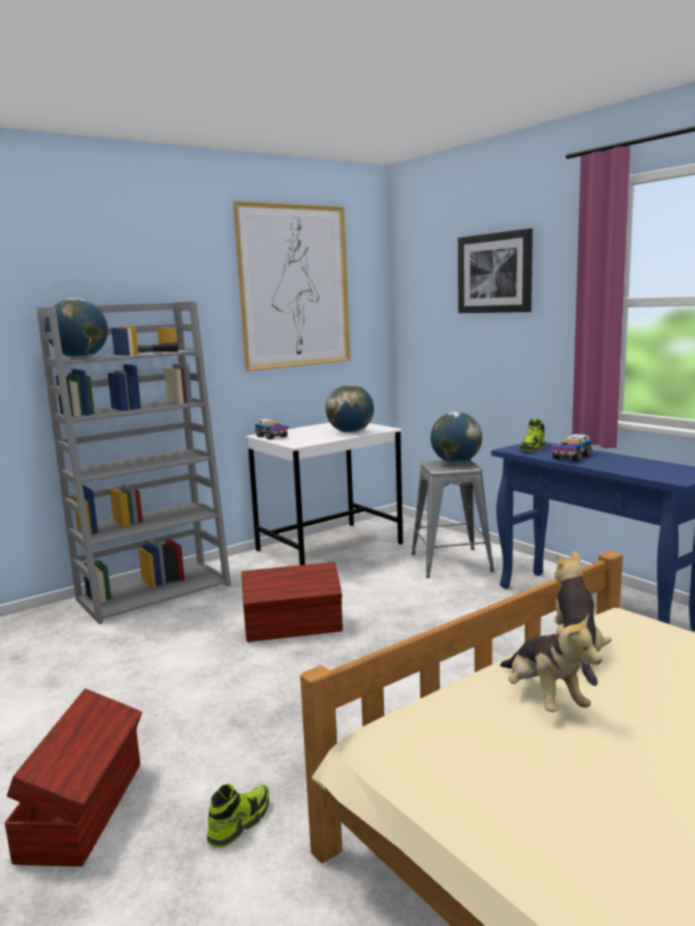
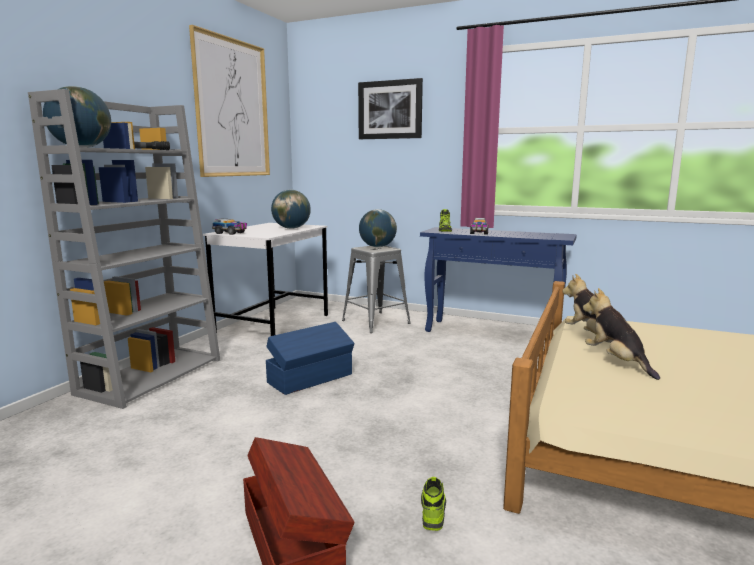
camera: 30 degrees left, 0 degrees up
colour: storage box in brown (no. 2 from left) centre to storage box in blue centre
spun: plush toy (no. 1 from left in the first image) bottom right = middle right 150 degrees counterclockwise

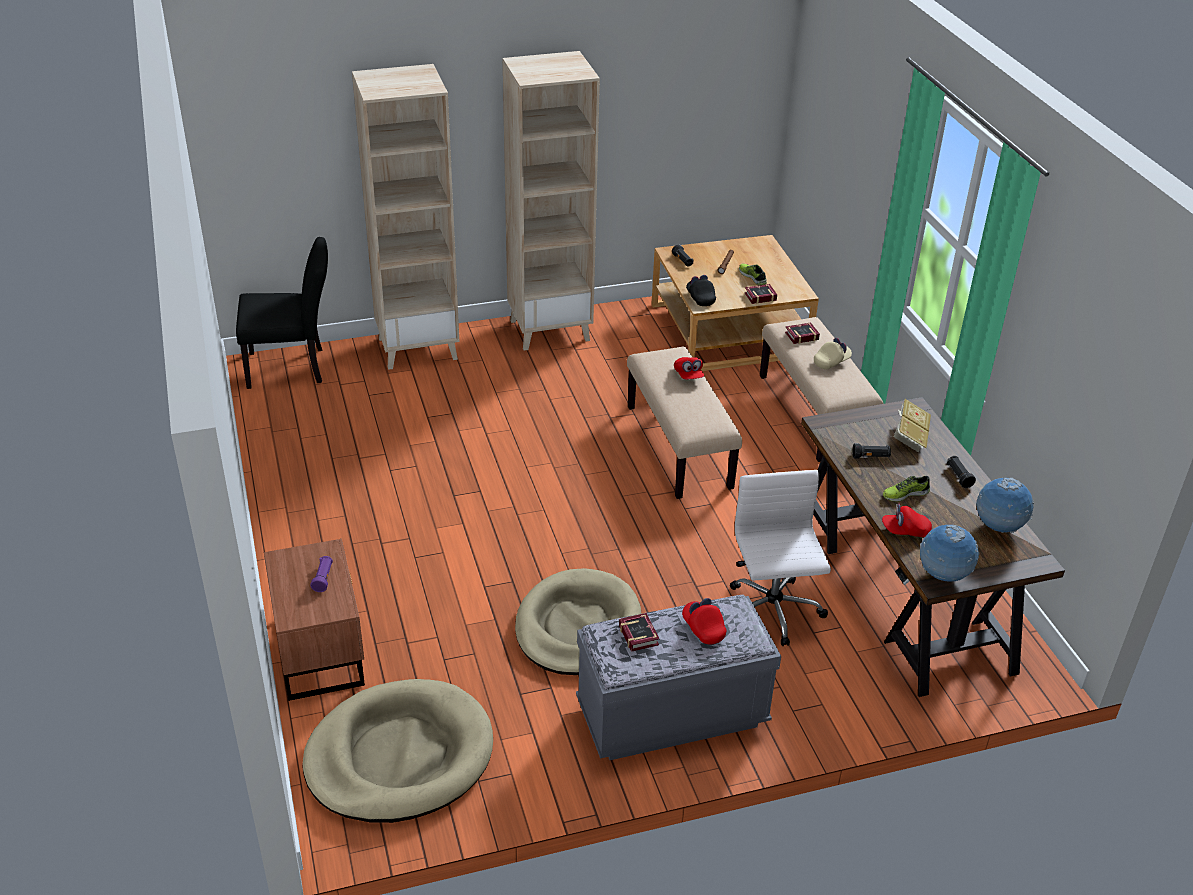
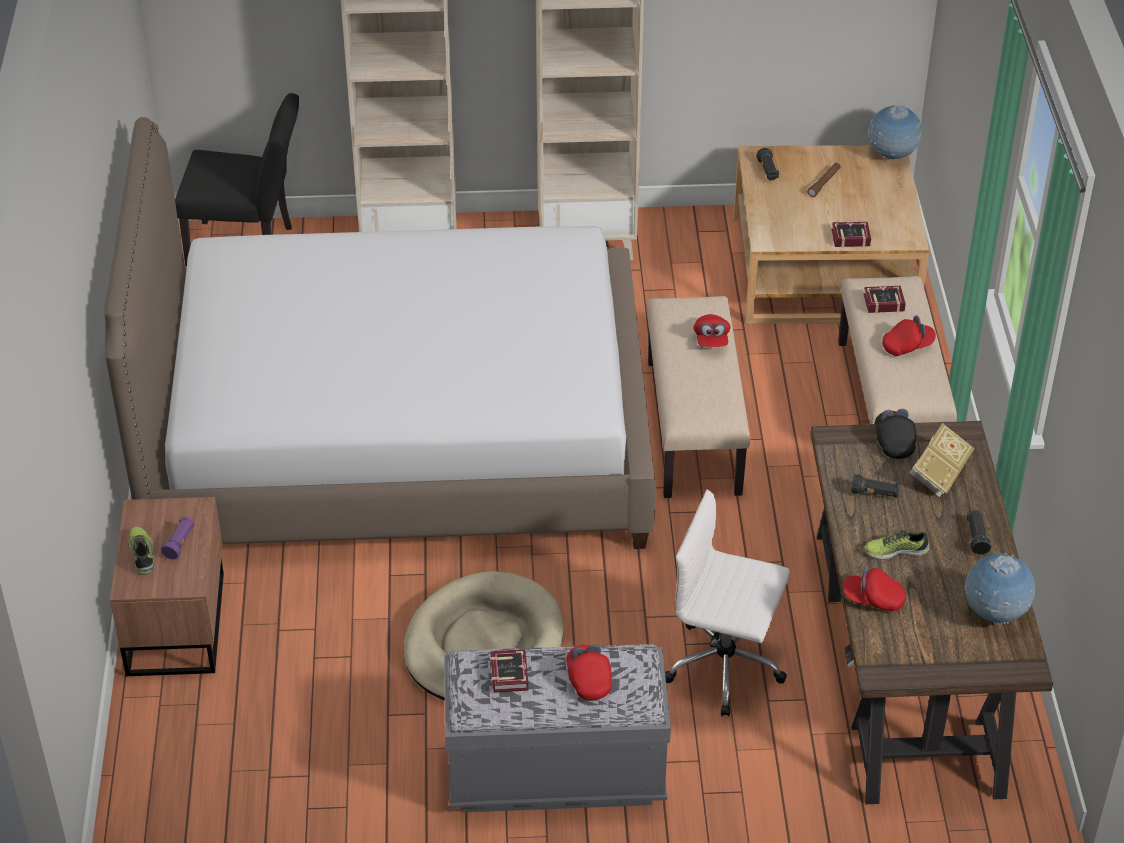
camera: 15 degrees right, 5 degrees up
missing: dog bed in beige (no. 1 from left) bottom centre
appeared: bed centre
relocated: shoe (no. 1 from left) top centre to middle left; globe (no. 1 from left) middle right to top right; cap in black top centre to middle right
colour: cap in beige middle right to cap in red (no. 4 from left) middle right
spun: office chair in white centre = bottom centre 75 degrees counterclockwise

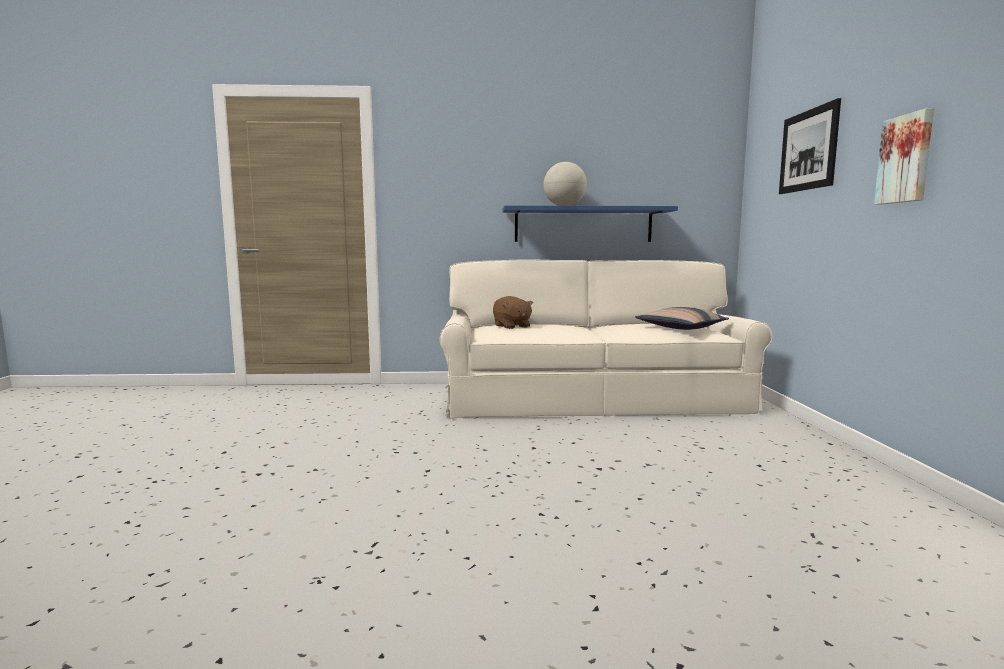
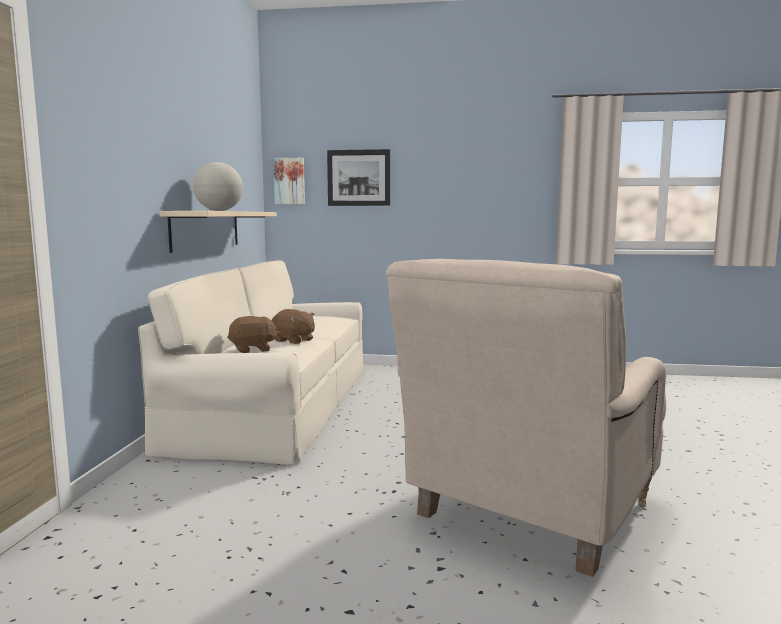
camera: 80 degrees left, 0 degrees up
missing: pillow middle right
appeared: plush toy in brown (no. 2 from left) centre; armchair in beige bottom right
relocated: picture (no. 2 from left in the first image) top right to picture (no. 1 from left) top centre
colour: shelf in blue centre to shelf in beige middle left

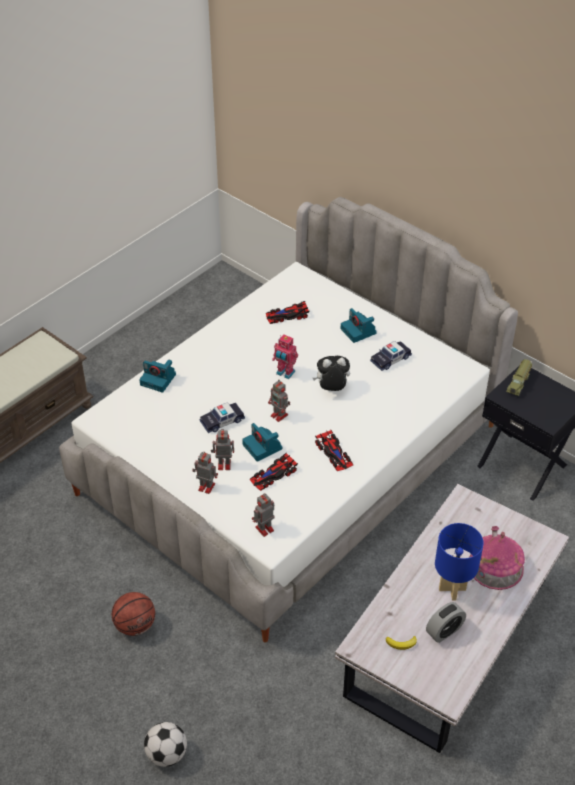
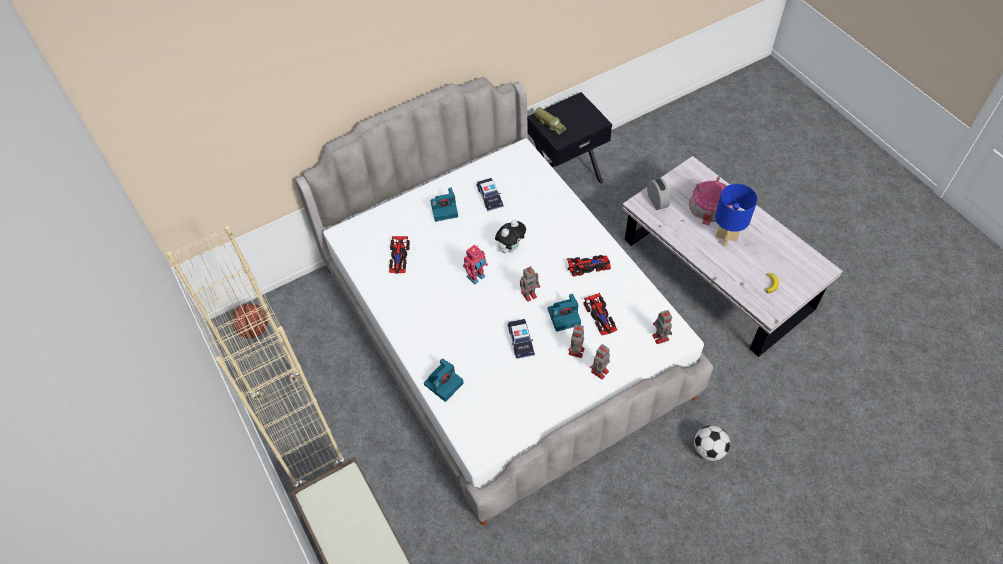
camera: 70 degrees left, 10 degrees up
appeared: bookcase in beige middle left
relocated: basketball bottom left to middle left; alarm clock bottom right to centre; football bottom left to bottom right
spun: plush toy centre = centre 150 degrees counterclockwise

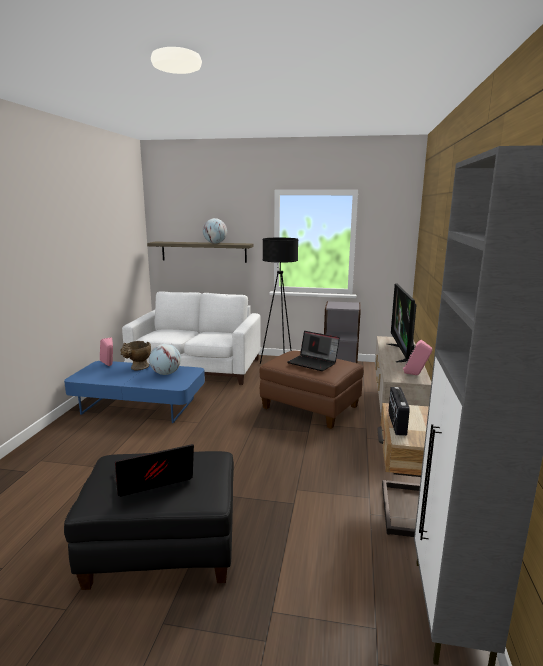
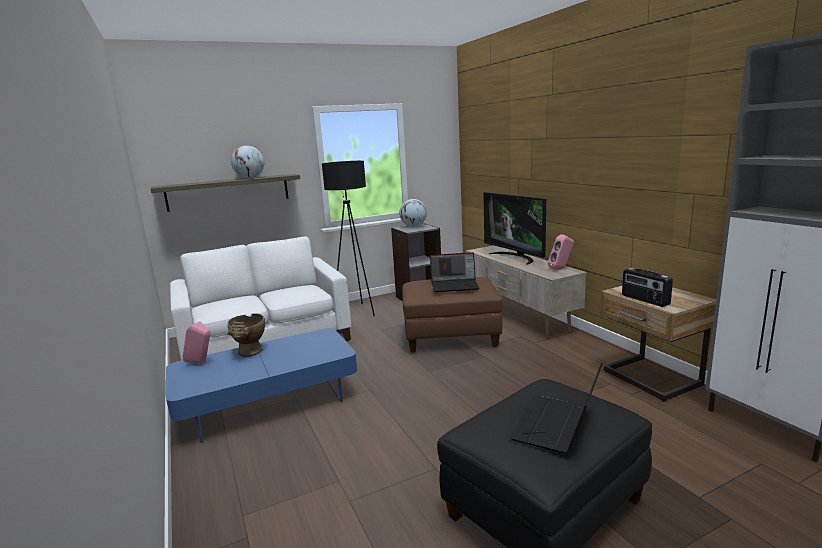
camera: 35 degrees left, 0 degrees up
relocated: globe (no. 1 from left in the first image) middle left to globe (no. 2 from left) centre

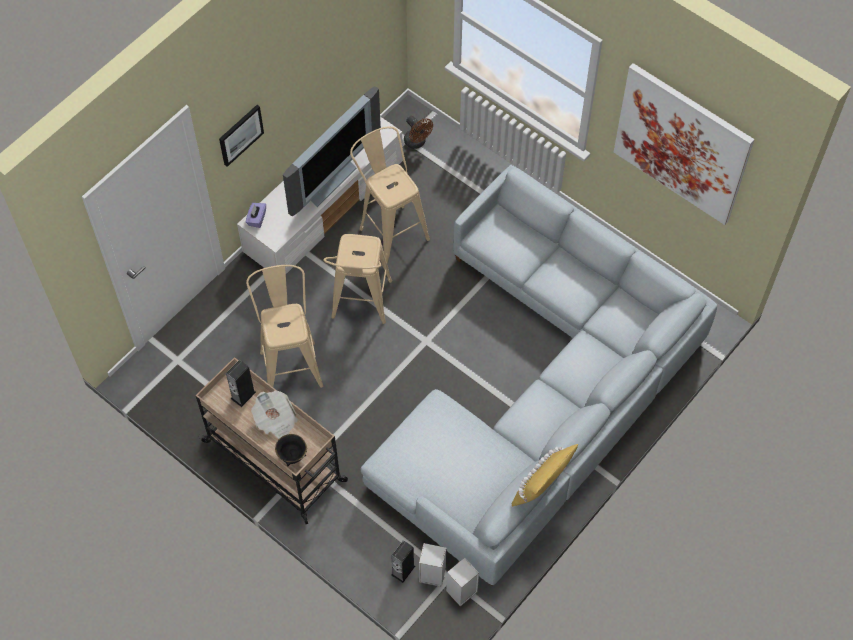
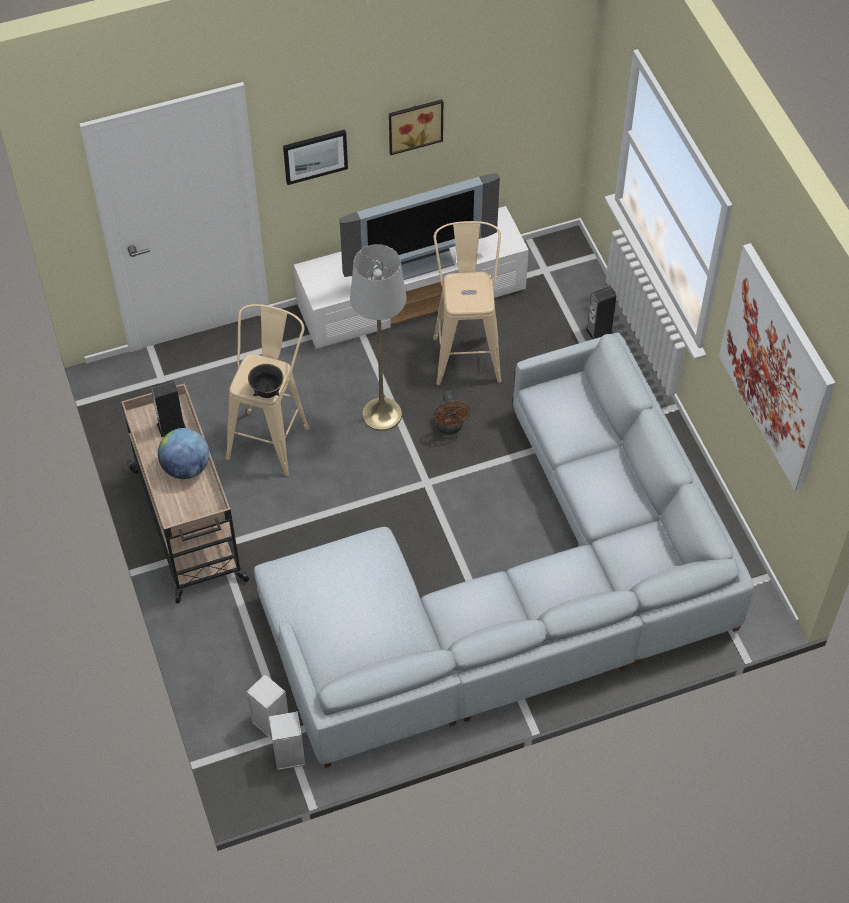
camera: 30 degrees right, 5 degrees down
missing: tissue box in purple middle left; pillow in yellow bottom centre
appeared: picture (no. 2 from left) top centre
relocated: bowl in black bottom centre to middle left; fan in brown top centre to centre; speaker (no. 2 from left in the first image) bottom centre to speaker (no. 4 from left) middle right
exchanged: newspaper middle left to globe middle left; stool in beige (no. 2 from left) centre to floor lamp in grey centre

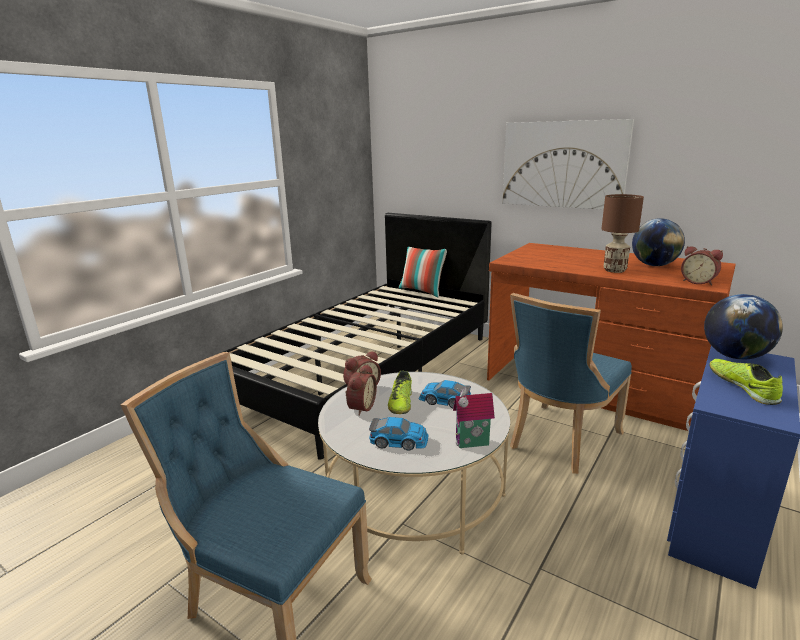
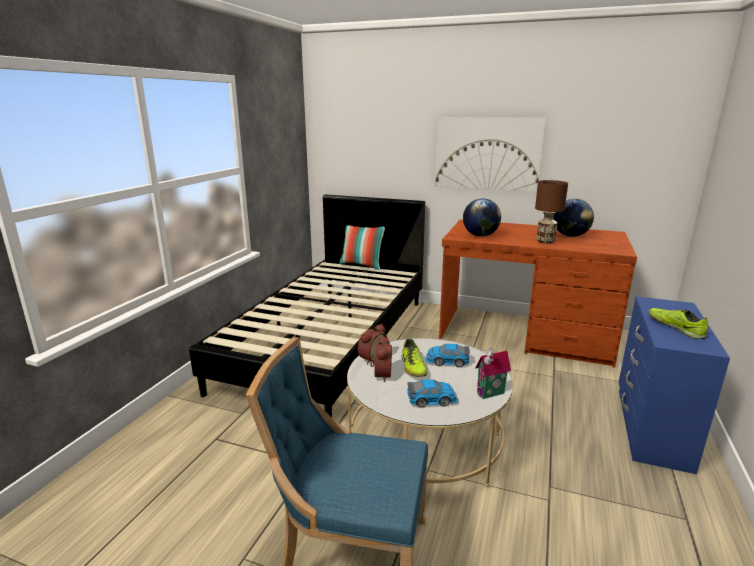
camera: 15 degrees left, 0 degrees up
missing: chair in blue (no. 2 from left) middle right; alarm clock (no. 3 from left) middle right
relocated: globe (no. 2 from left in the first image) middle right to globe (no. 1 from left) centre

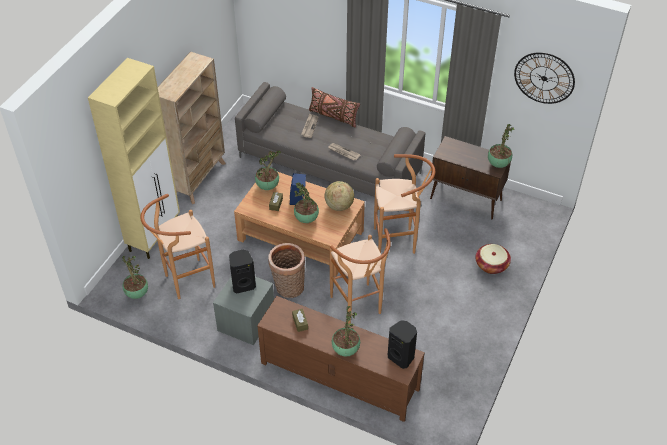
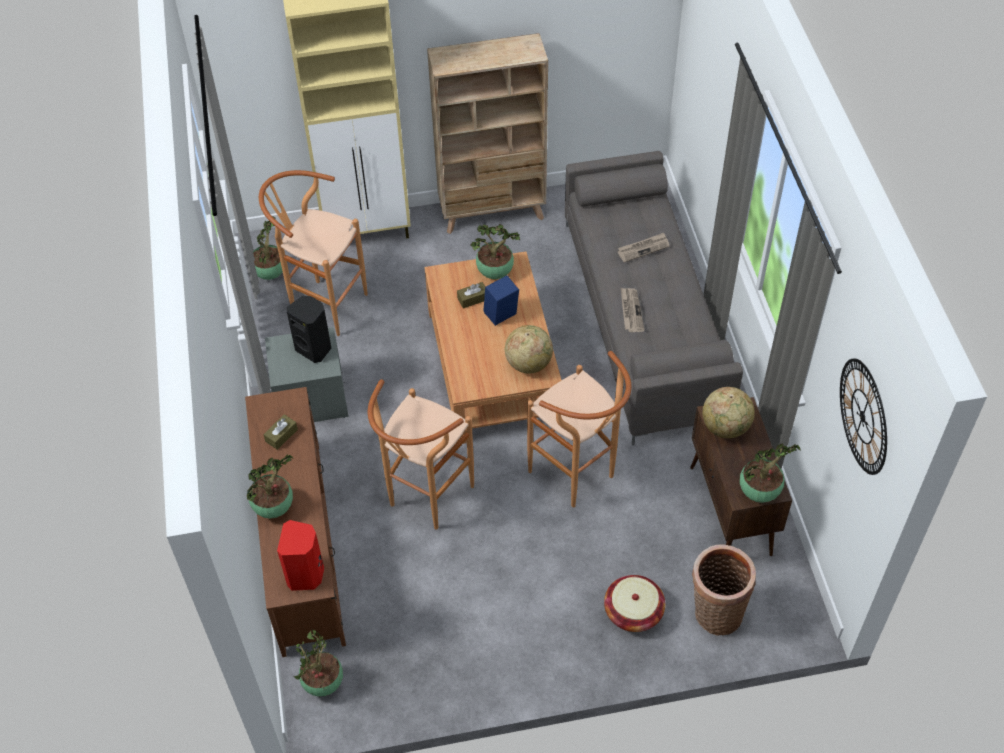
camera: 55 degrees right, 5 degrees up
missing: pillow in brown top centre
appeared: globe (no. 2 from left) middle right
relocated: potted plant (no. 3 from left) centre to bottom left; basket (no. 1 from left in the first image) centre to basket (no. 2 from left) bottom right
colour: speaker in black (no. 2 from left) bottom centre to speaker in red bottom left

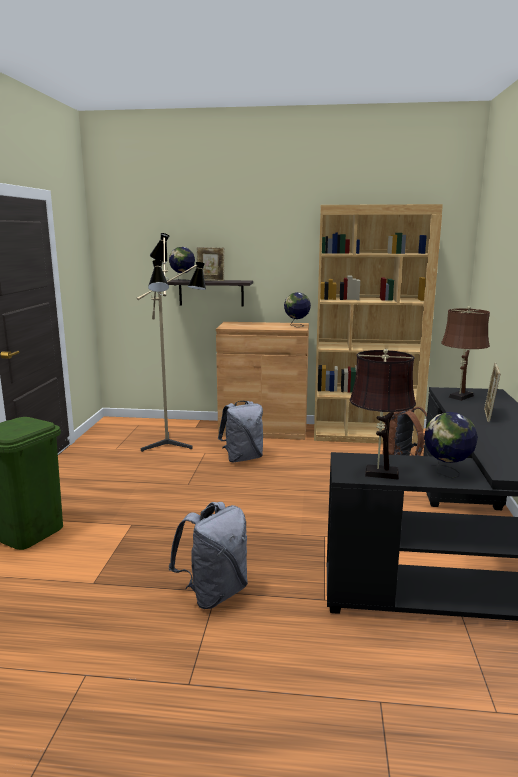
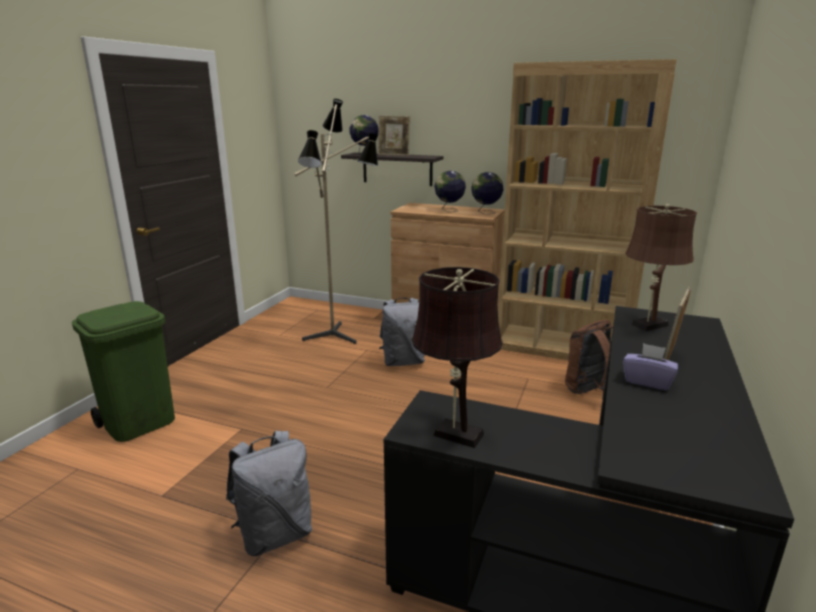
camera: 15 degrees right, 5 degrees up
appeared: tissue box in purple middle right
relocated: globe (no. 3 from left in the first image) middle right to globe (no. 2 from left) top centre

